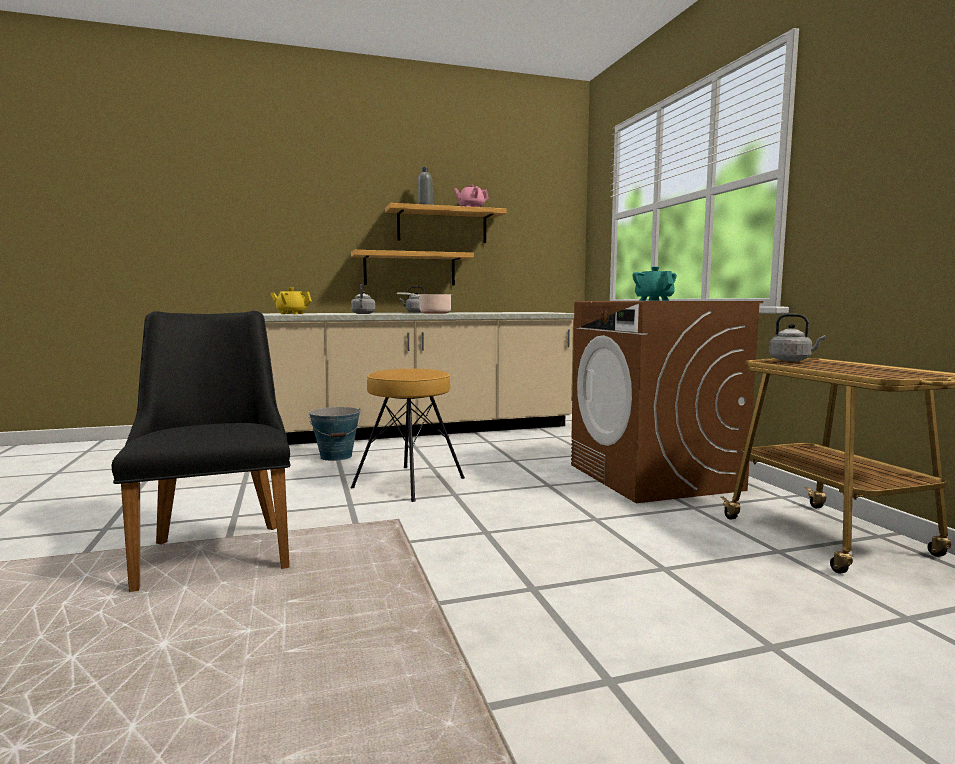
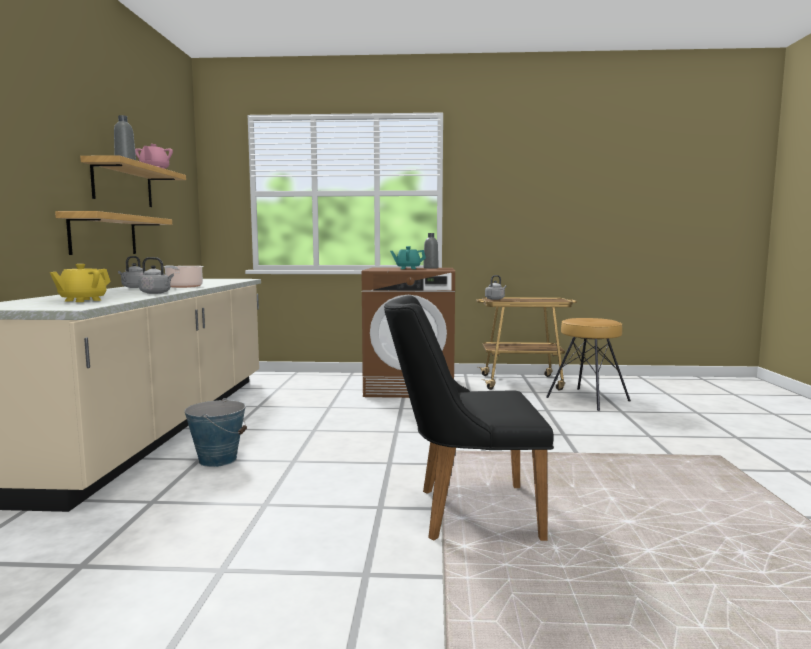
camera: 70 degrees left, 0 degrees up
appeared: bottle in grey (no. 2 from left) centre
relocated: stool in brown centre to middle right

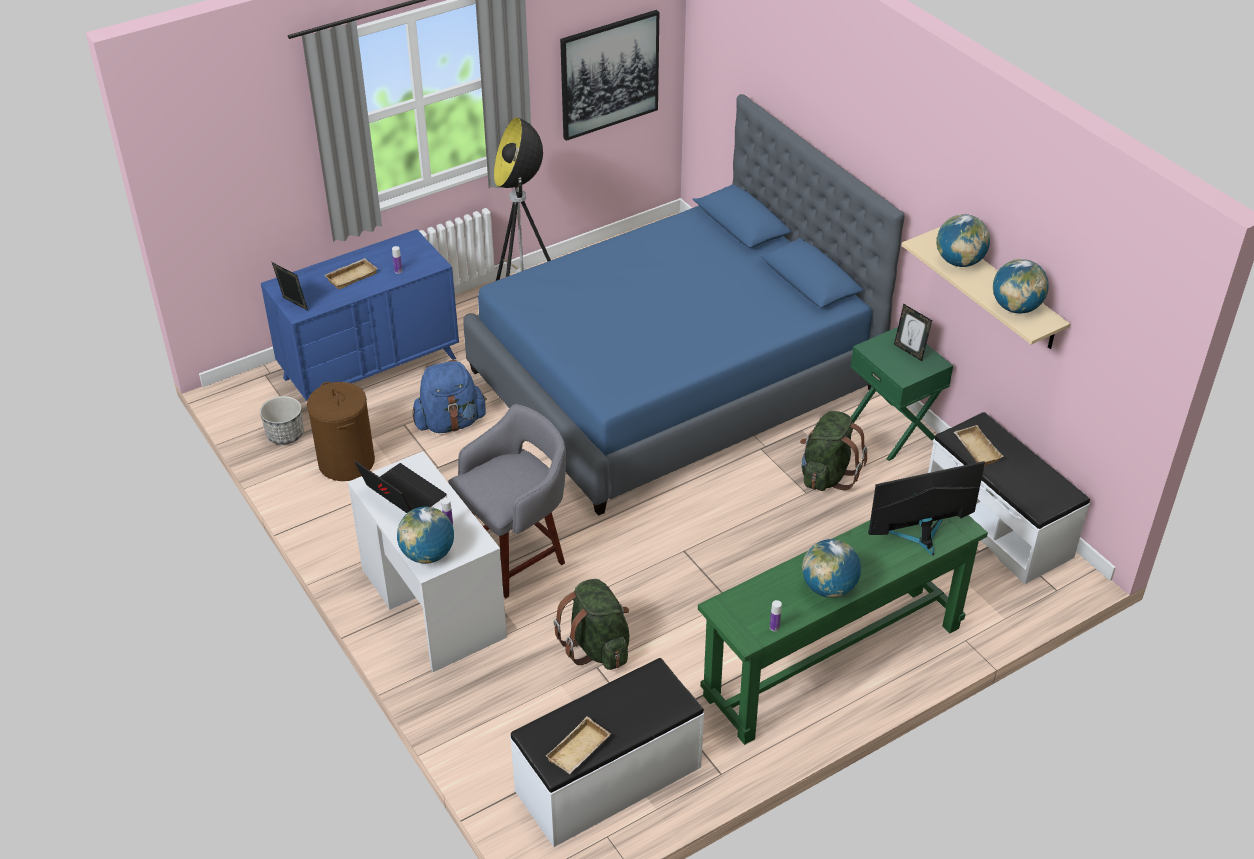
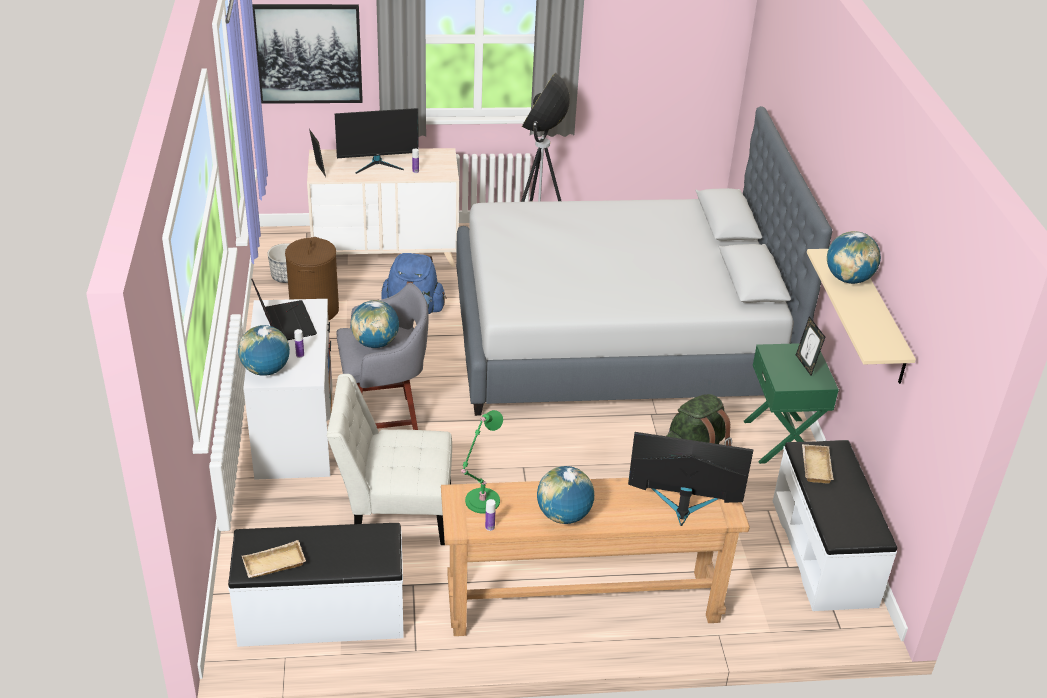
camera: 25 degrees right, 5 degrees down
appeared: table lamp in green centre
relocated: picture top centre to top left; globe (no. 4 from left in the first image) top right to globe (no. 2 from left) centre
exchanged: backpack in green (no. 1 from left) bottom centre to chair in white centre; tray in beige (no. 1 from left) top left to monitor (no. 1 from left) top centre
colour: dresser in blue middle left to dresser in beige top centre; console table in green bottom right to console table in brown bottom centre; bed in blue centre to bed in grey centre

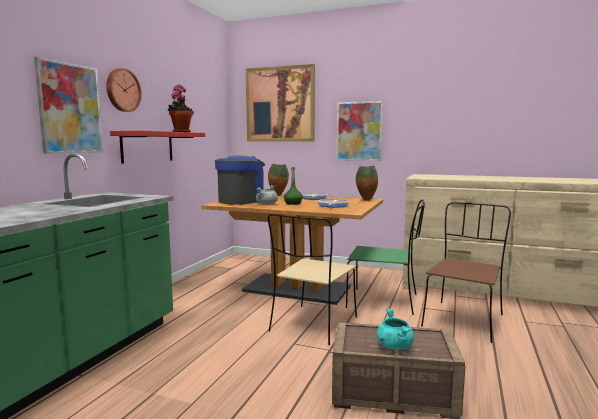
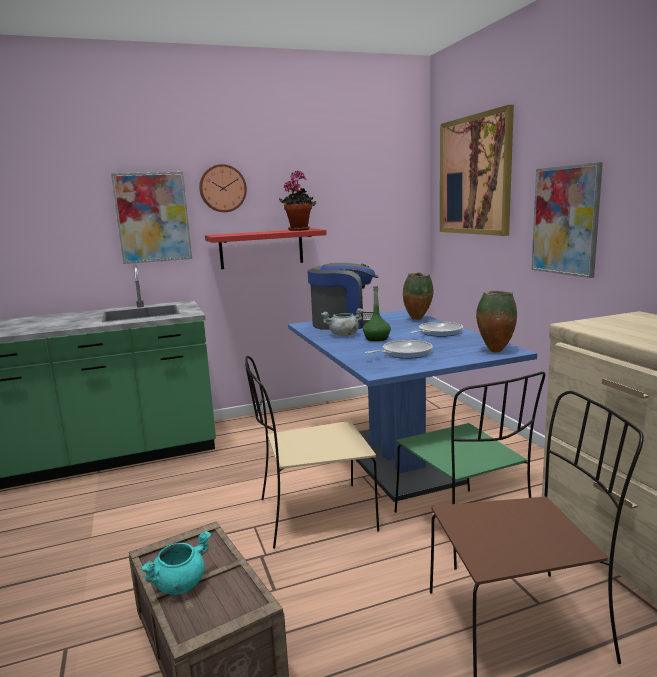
camera: 50 degrees right, 5 degrees up
colour: dining table in brown centre to dining table in blue centre

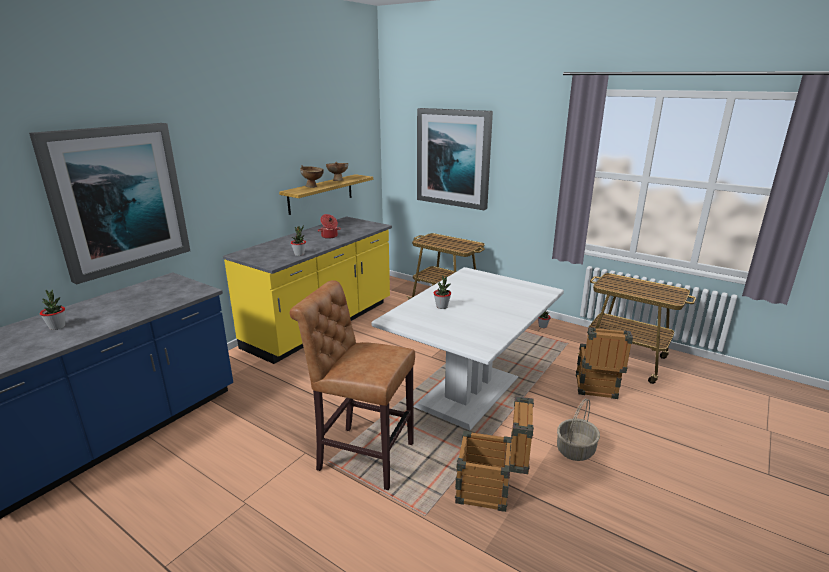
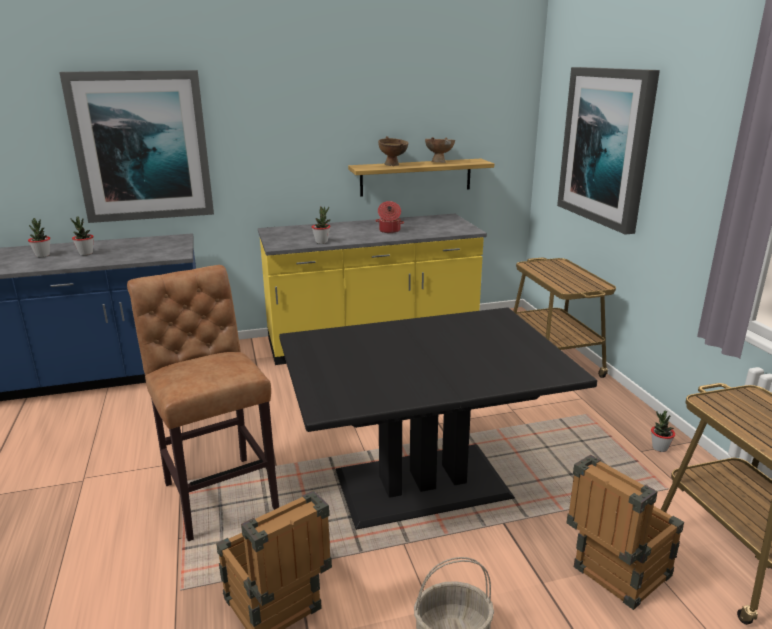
camera: 40 degrees right, 0 degrees up
relocated: potted plant (no. 3 from left in the first image) centre to potted plant (no. 2 from left) middle left
colour: dining table in white centre to dining table in black centre

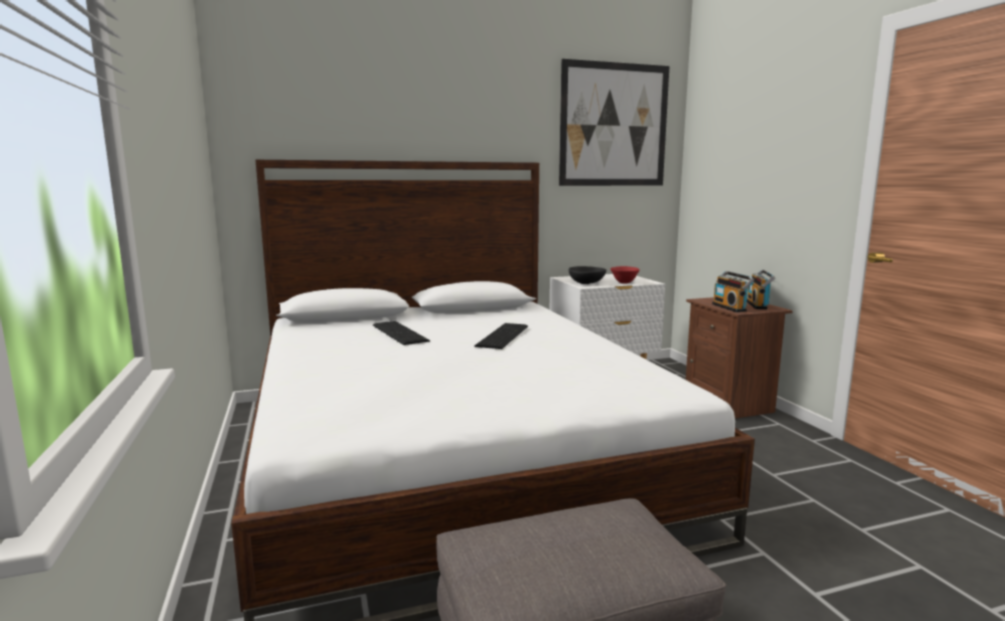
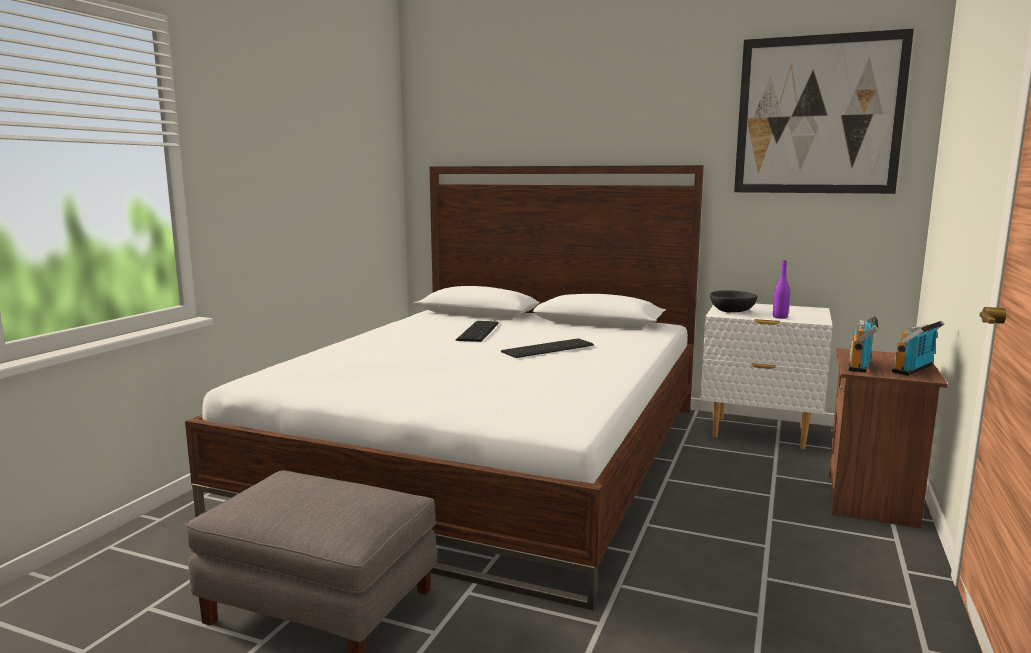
camera: 40 degrees right, 0 degrees up
exchanged: bowl in red centre to bottle in purple middle right

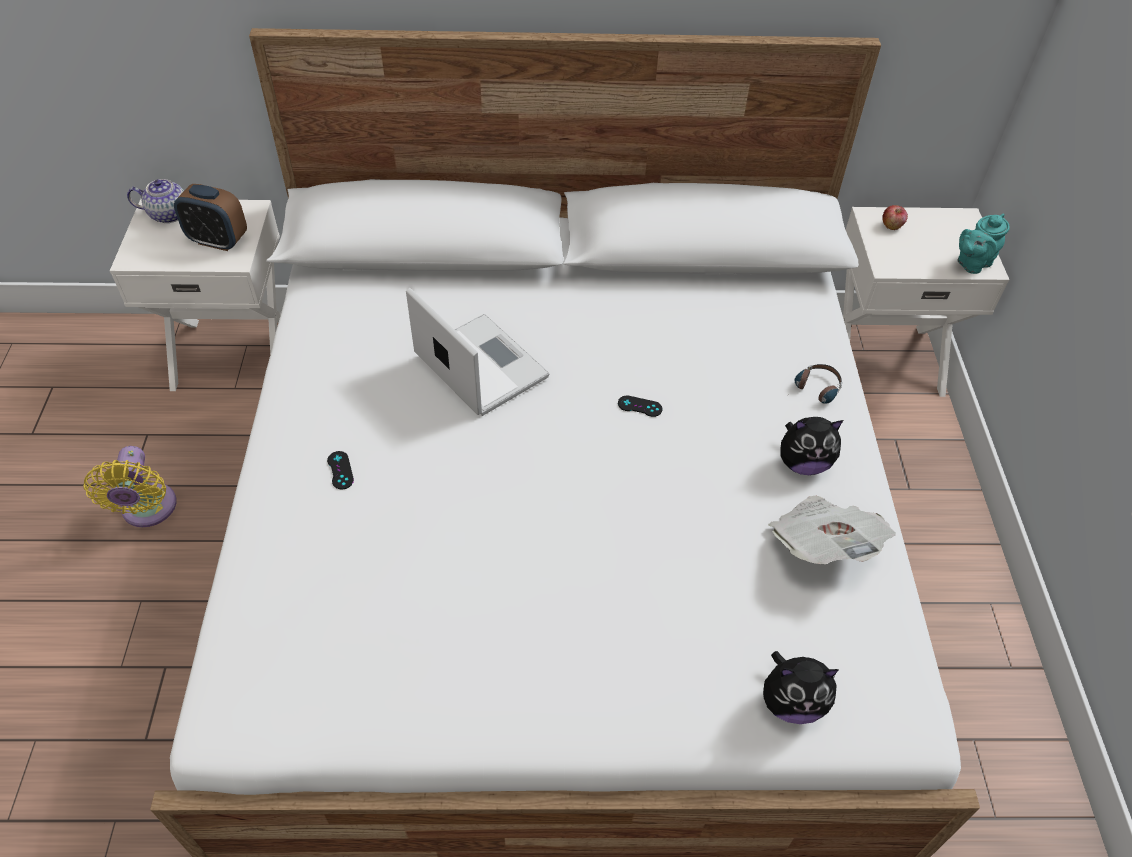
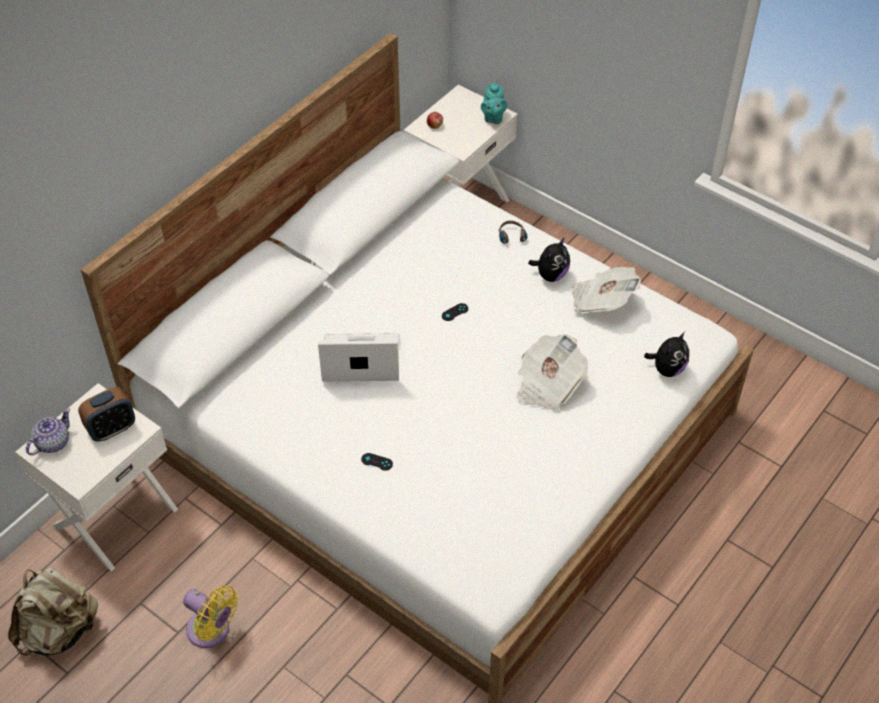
camera: 50 degrees left, 0 degrees up
appeared: backpack in beige bottom left; newspaper (no. 1 from left) centre

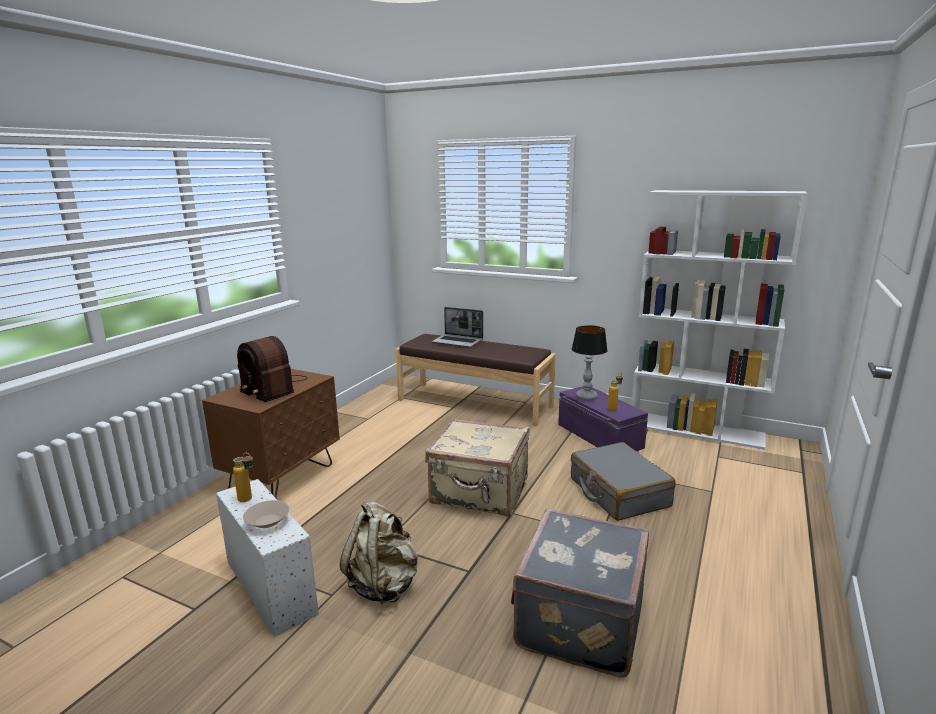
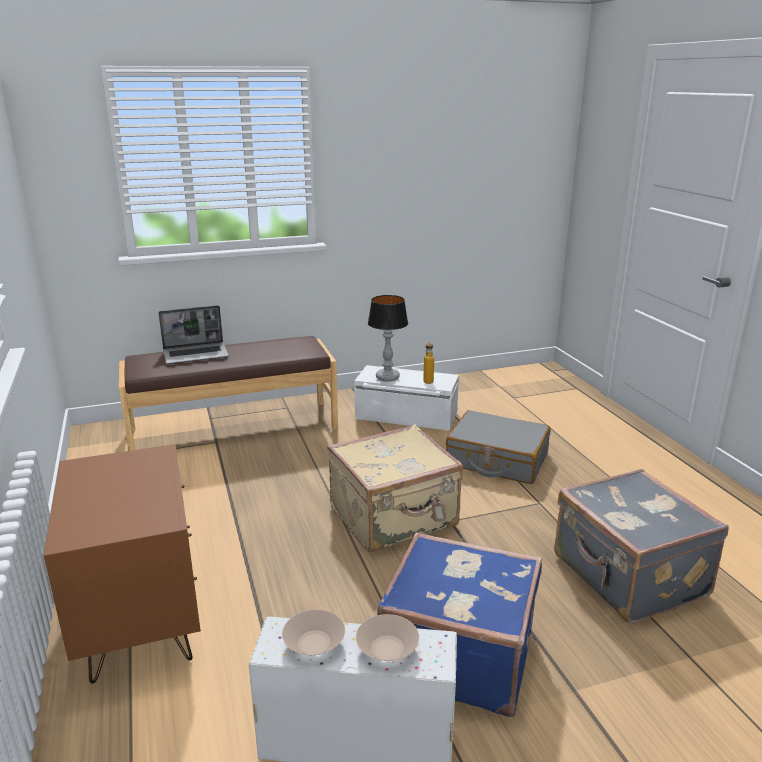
camera: 45 degrees left, 5 degrees up
missing: radio middle left; bookcase in white middle right
exchanged: bottle (no. 1 from left) bottom left to bowl in beige (no. 1 from left) bottom centre; backpack in beige bottom centre to suitcase in blue bottom centre
colour: storage box in purple centre to storage box in white (no. 2 from left) centre

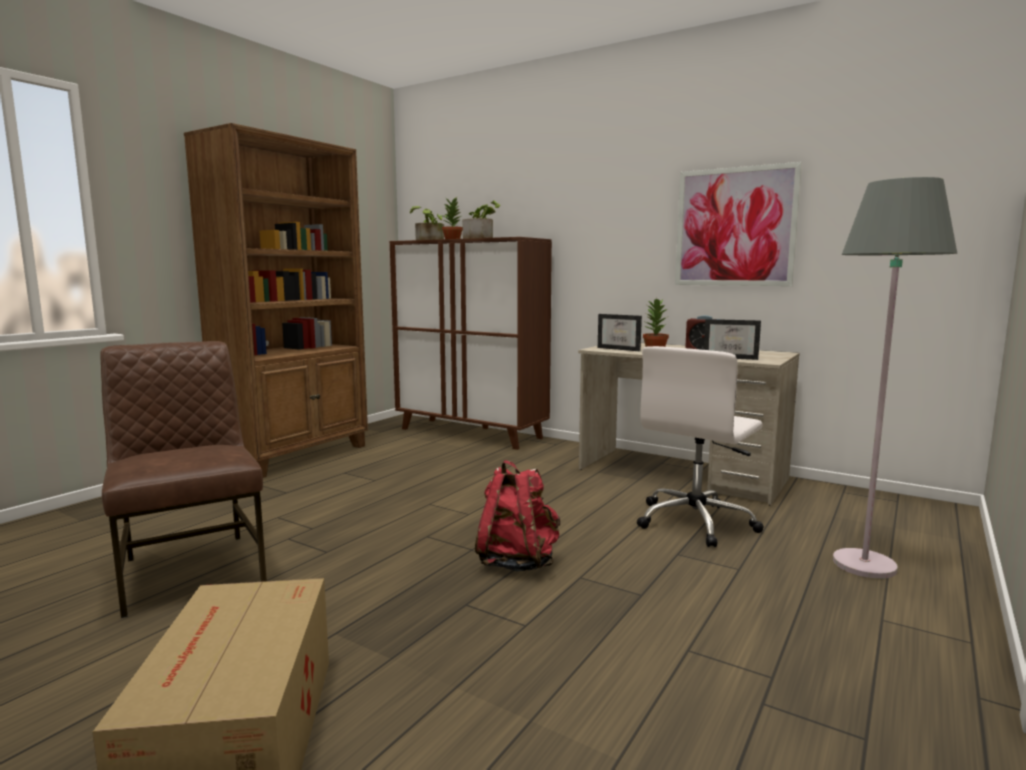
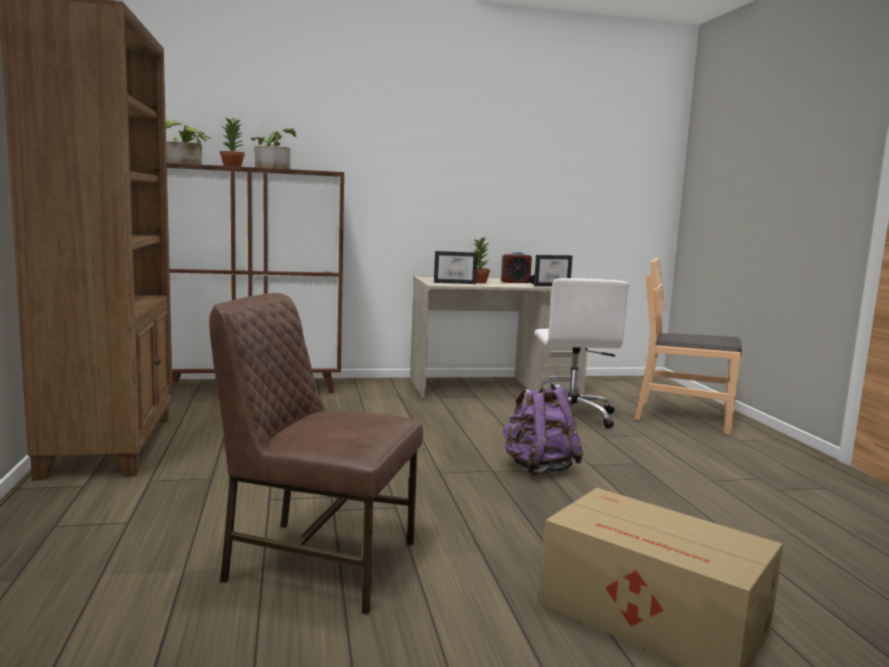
camera: 45 degrees left, 0 degrees up
missing: picture top right
exchanged: floor lamp in grey middle right to chair in brown (no. 2 from left) middle right
colour: backpack in red bottom centre to backpack in purple centre

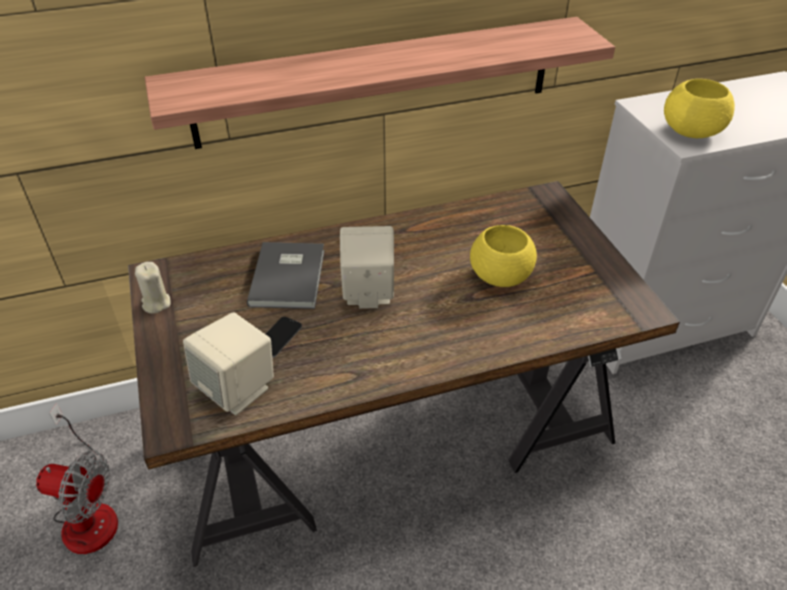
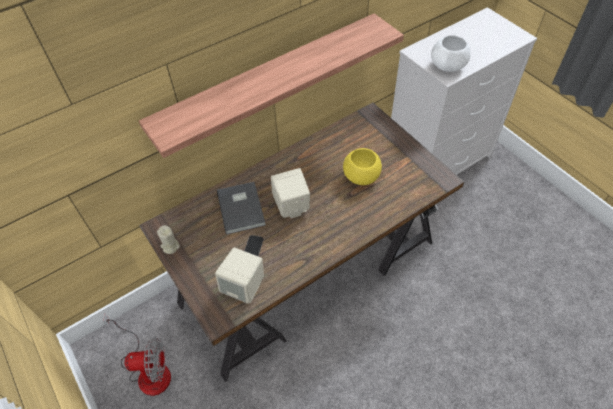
camera: 15 degrees left, 10 degrees up
colour: bowl in yellow (no. 2 from left) top right to bowl in white top right

